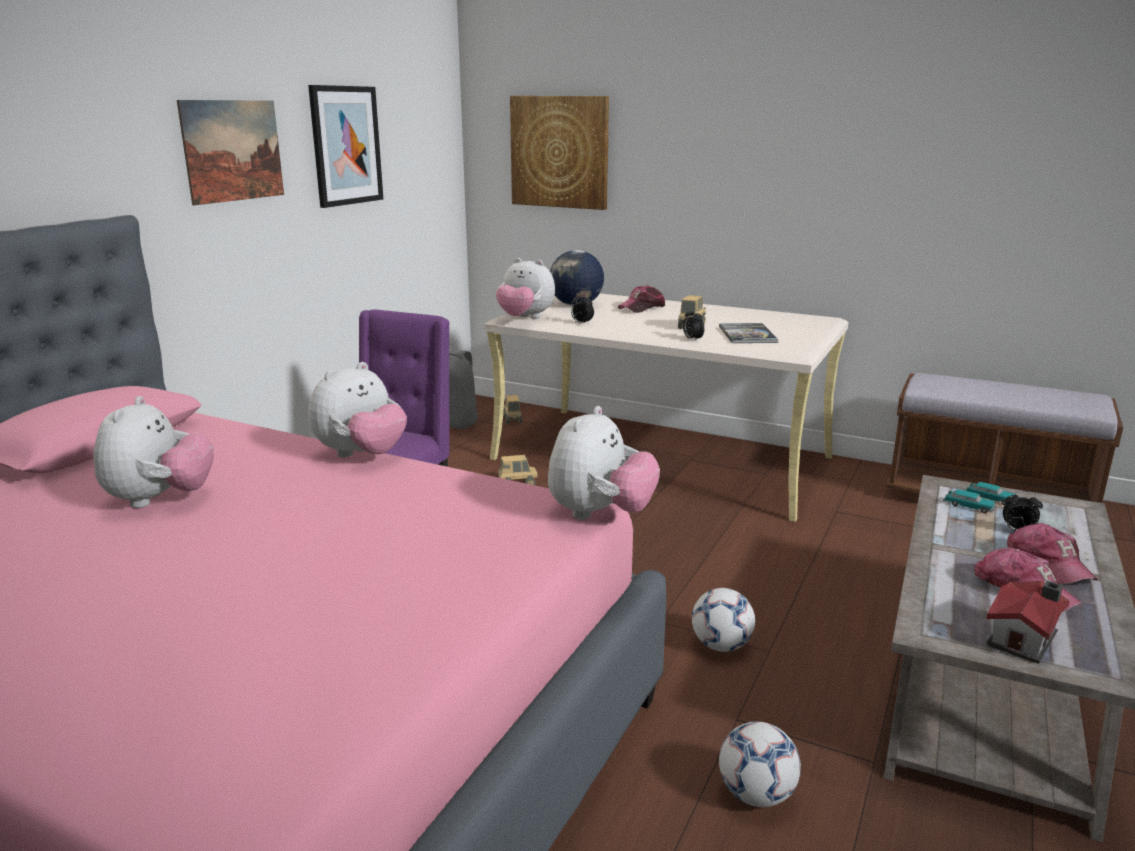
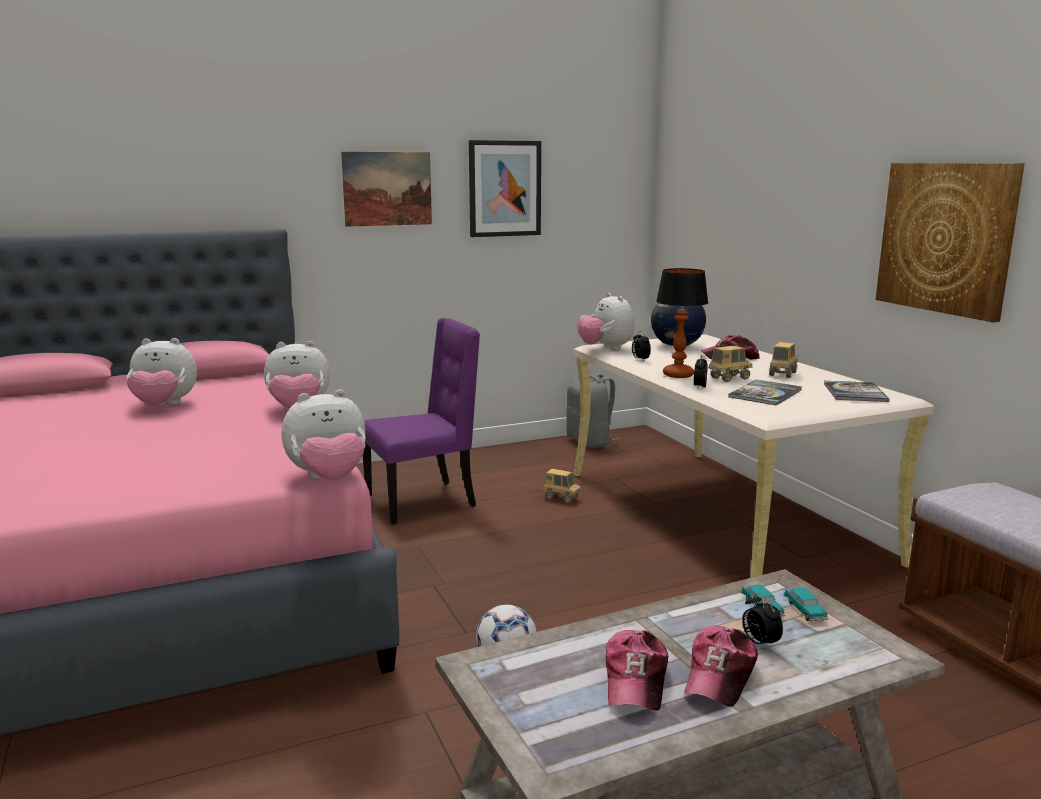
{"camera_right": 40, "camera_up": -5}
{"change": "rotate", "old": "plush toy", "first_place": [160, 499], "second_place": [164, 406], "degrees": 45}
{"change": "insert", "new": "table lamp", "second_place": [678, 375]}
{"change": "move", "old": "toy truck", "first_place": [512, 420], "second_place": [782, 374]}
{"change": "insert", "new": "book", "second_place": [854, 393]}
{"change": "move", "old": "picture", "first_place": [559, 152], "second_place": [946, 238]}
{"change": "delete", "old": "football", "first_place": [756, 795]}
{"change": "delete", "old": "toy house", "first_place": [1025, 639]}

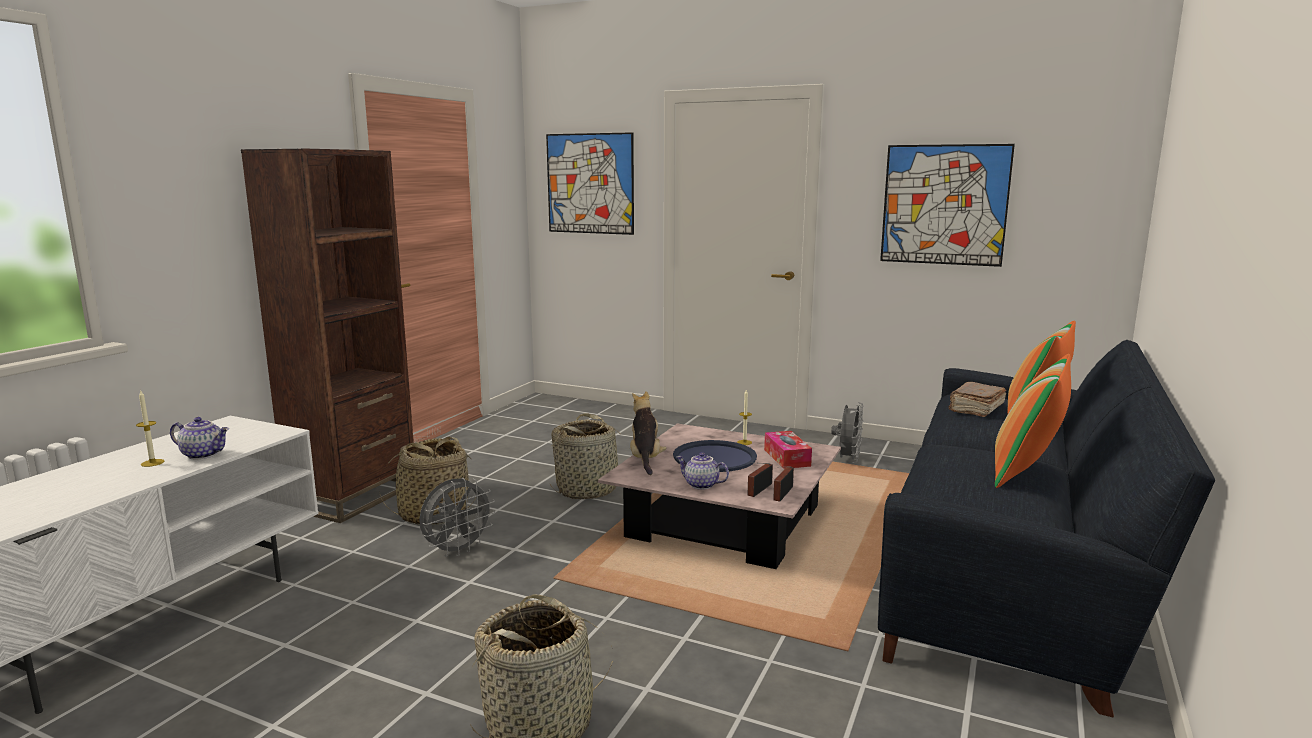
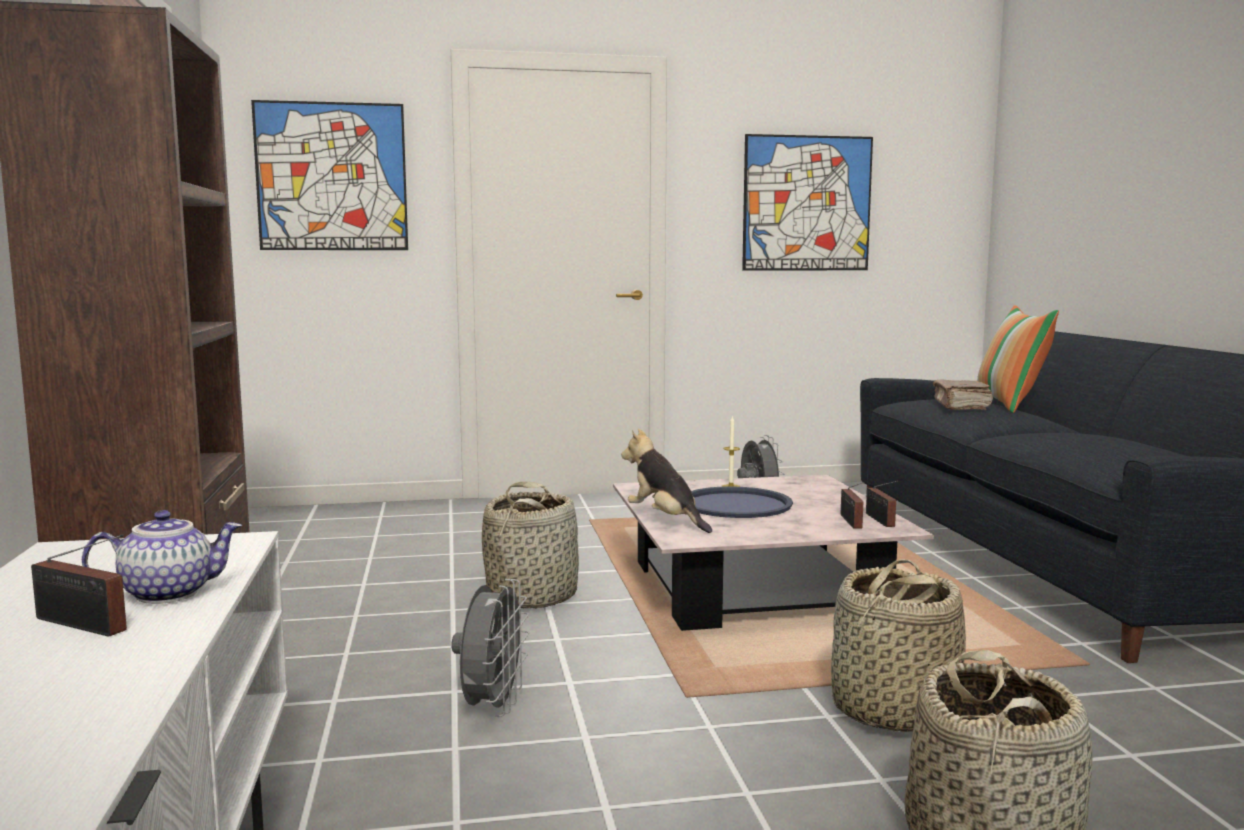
{"camera_right": -35, "camera_up": -5}
{"change": "replace", "old": "candle", "new": "radio", "first_place": [152, 463], "second_place": [84, 626]}
{"change": "move", "old": "basket", "first_place": [433, 515], "second_place": [892, 711]}
{"change": "delete", "old": "teapot", "first_place": [701, 485]}
{"change": "delete", "old": "tissue box", "first_place": [787, 457]}
{"change": "delete", "old": "pillow", "first_place": [1026, 472]}

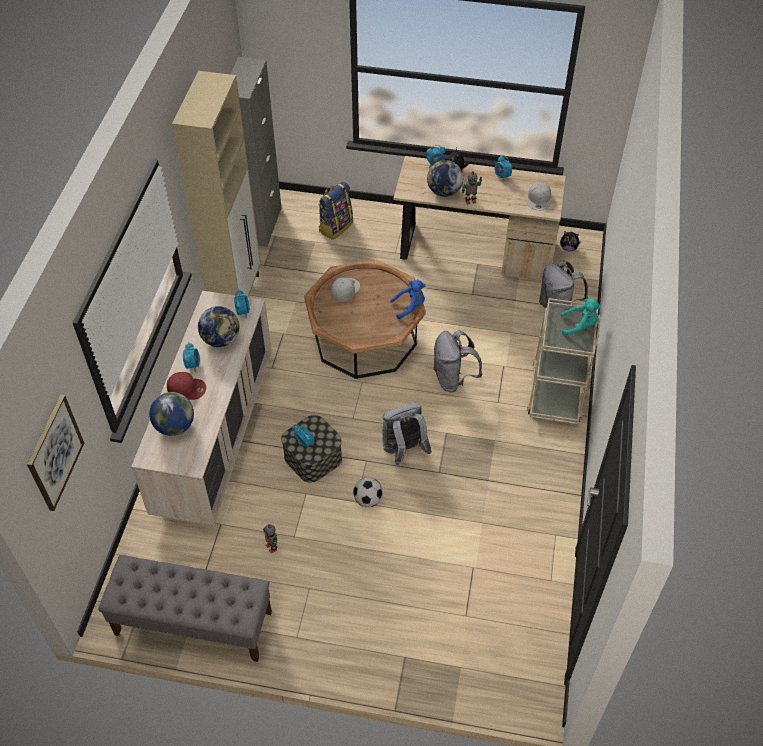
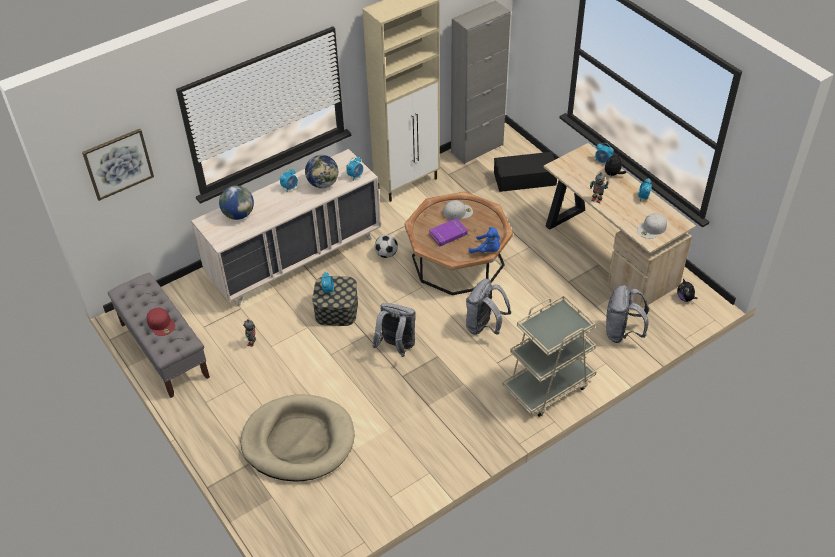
{"camera_right": 45, "camera_up": -5}
{"change": "move", "old": "cap in red", "first_place": [187, 388], "second_place": [161, 324]}
{"change": "insert", "new": "dog bed in beige", "second_place": [298, 440]}
{"change": "move", "old": "football", "first_place": [368, 500], "second_place": [386, 254]}
{"change": "insert", "new": "book in purple", "second_place": [448, 234]}
{"change": "replace", "old": "backpack", "new": "storage box in black", "first_place": [335, 227], "second_place": [525, 178]}
{"change": "delete", "old": "globe", "first_place": [444, 192]}
{"change": "delete", "old": "plush toy in turquoise", "first_place": [579, 326]}

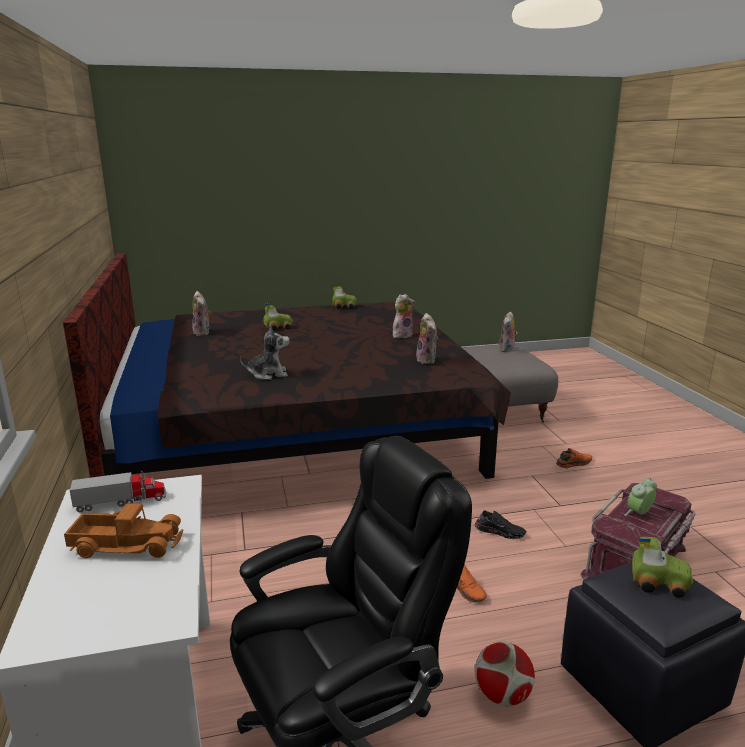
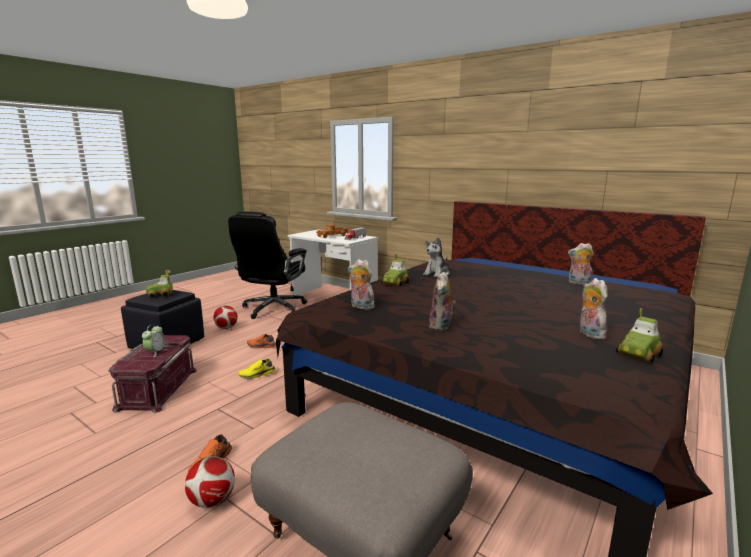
{"camera_right": 140, "camera_up": -5}
{"change": "insert", "new": "football", "second_place": [212, 501]}
{"change": "recolor", "old": "shoe in black", "new": "shoe in yellow", "first_place": [500, 531], "second_place": [257, 375]}
{"change": "move", "old": "toy car", "first_place": [277, 327], "second_place": [395, 283]}
{"change": "move", "old": "plush toy", "first_place": [507, 350], "second_place": [589, 334]}

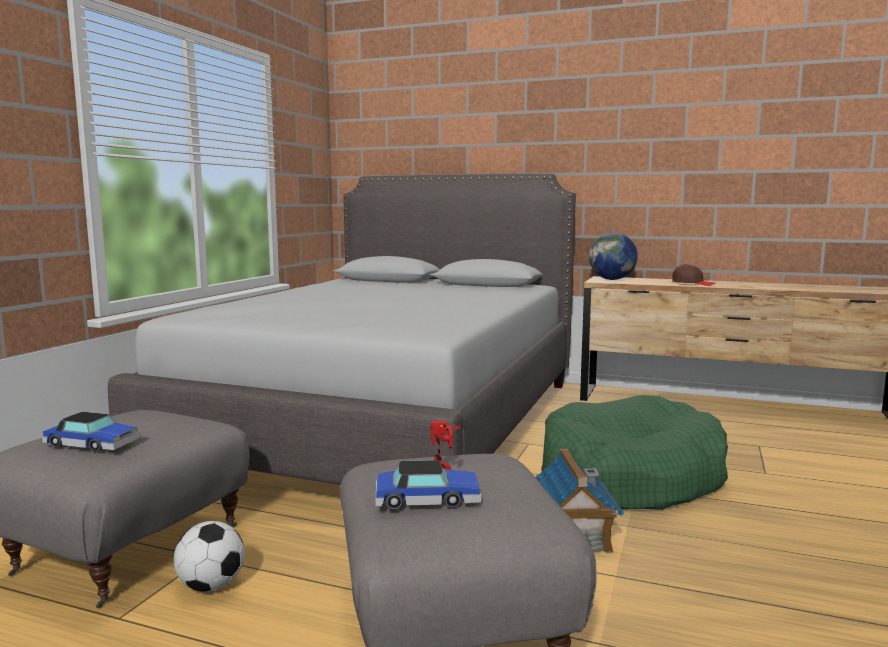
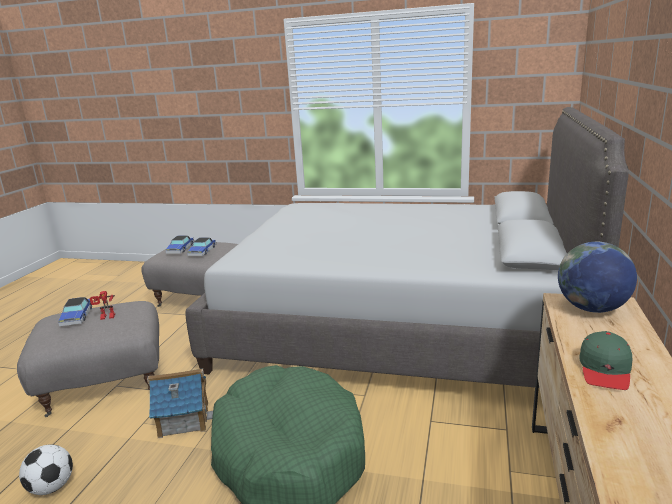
{"camera_right": 85, "camera_up": 10}
{"change": "move", "old": "football", "first_place": [211, 586], "second_place": [52, 487]}
{"change": "insert", "new": "toy car", "second_place": [202, 251]}
{"change": "recolor", "old": "cap in brown", "new": "cap in green", "first_place": [692, 283], "second_place": [605, 369]}

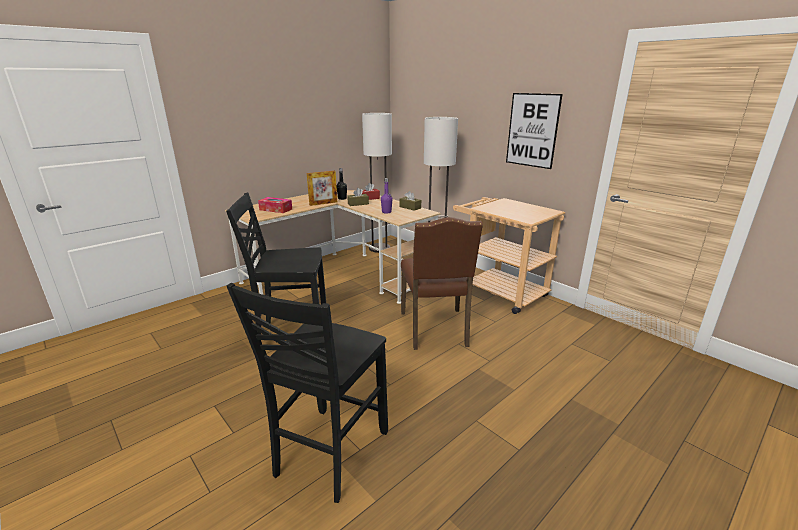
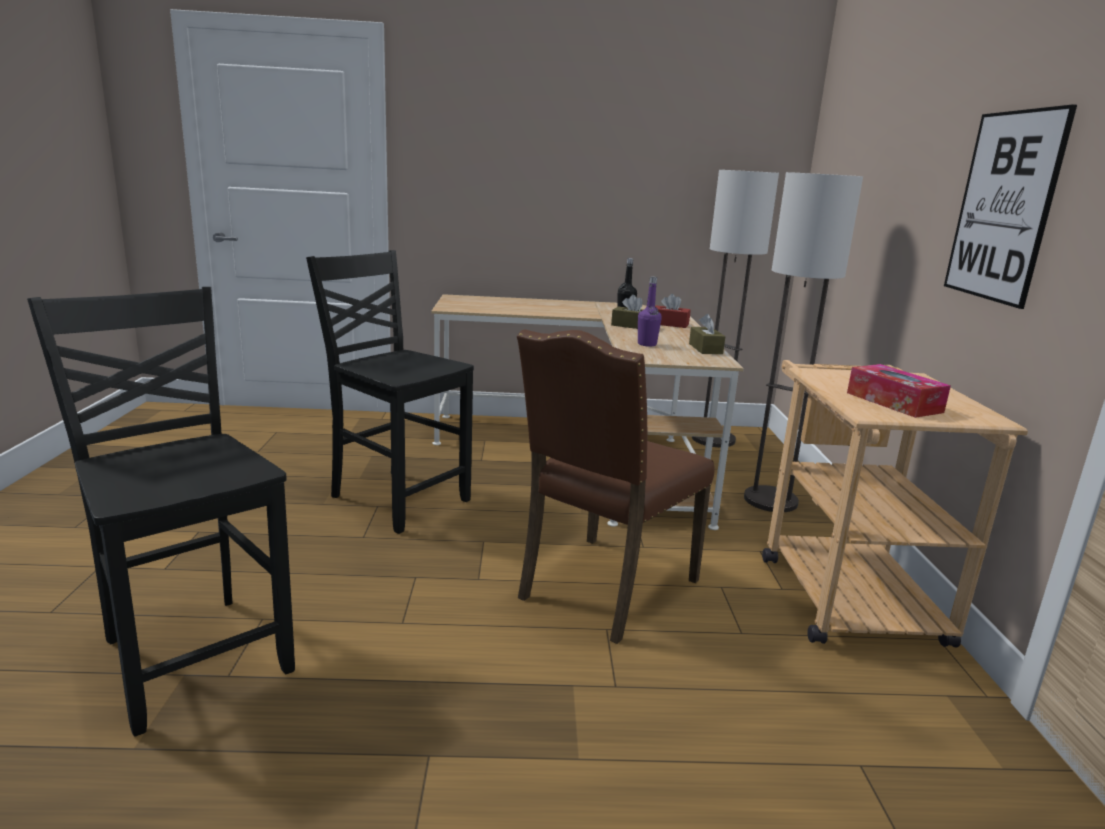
{"camera_right": 40, "camera_up": -5}
{"change": "rotate", "old": "chair in black", "first_place": [329, 453], "second_place": [194, 655], "degrees": 75}
{"change": "move", "old": "tissue box", "first_place": [276, 209], "second_place": [894, 402]}
{"change": "delete", "old": "picture frame", "first_place": [323, 203]}

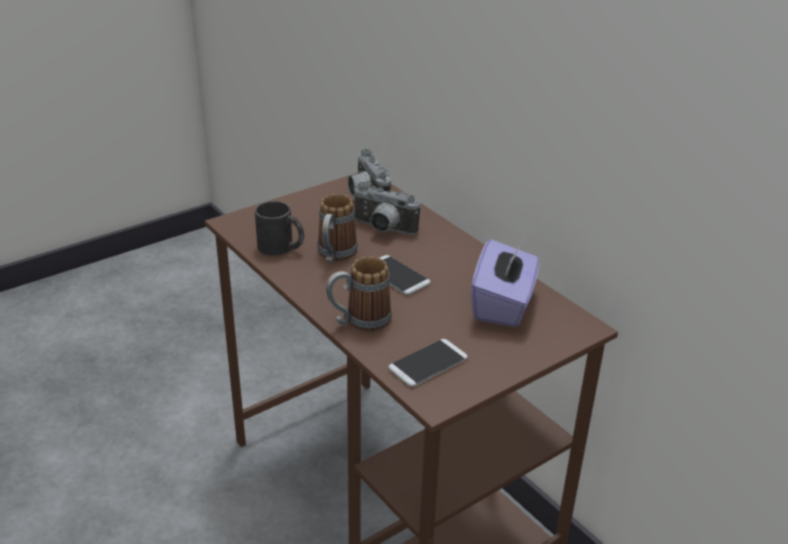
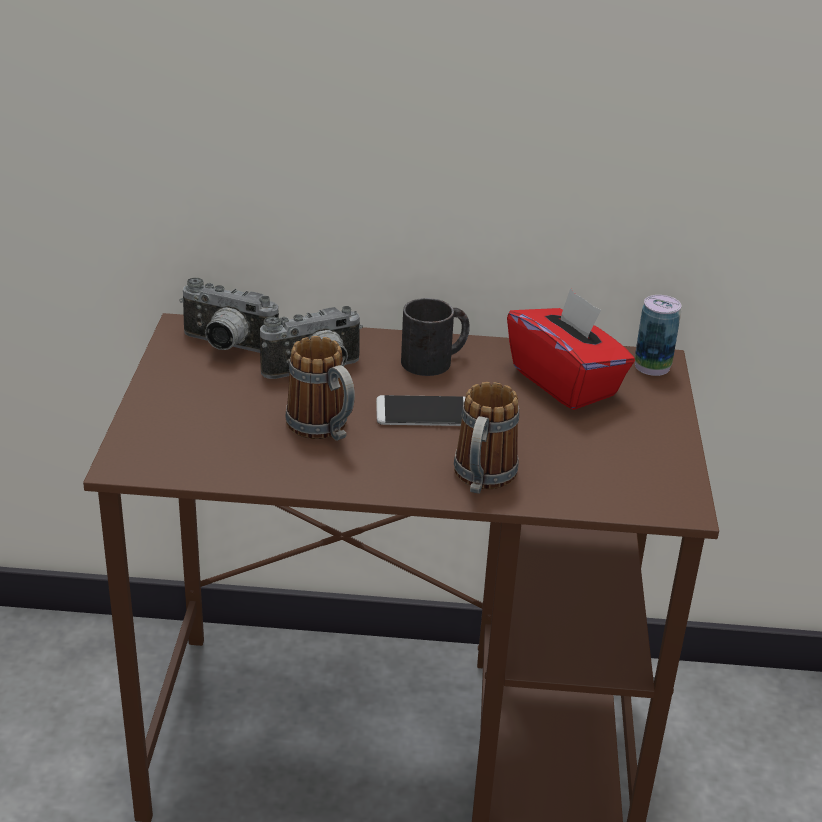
{"camera_right": -50, "camera_up": 0}
{"change": "move", "old": "mug in black", "first_place": [281, 248], "second_place": [435, 360]}
{"change": "recolor", "old": "tissue box in purple", "new": "tissue box in red", "first_place": [503, 305], "second_place": [565, 382]}
{"change": "insert", "new": "can", "second_place": [652, 366]}
{"change": "delete", "old": "phone", "first_place": [428, 363]}

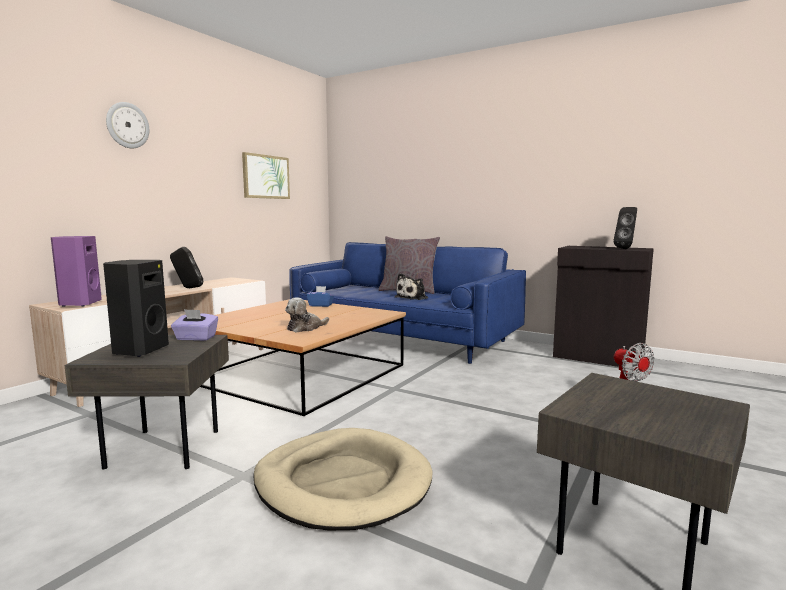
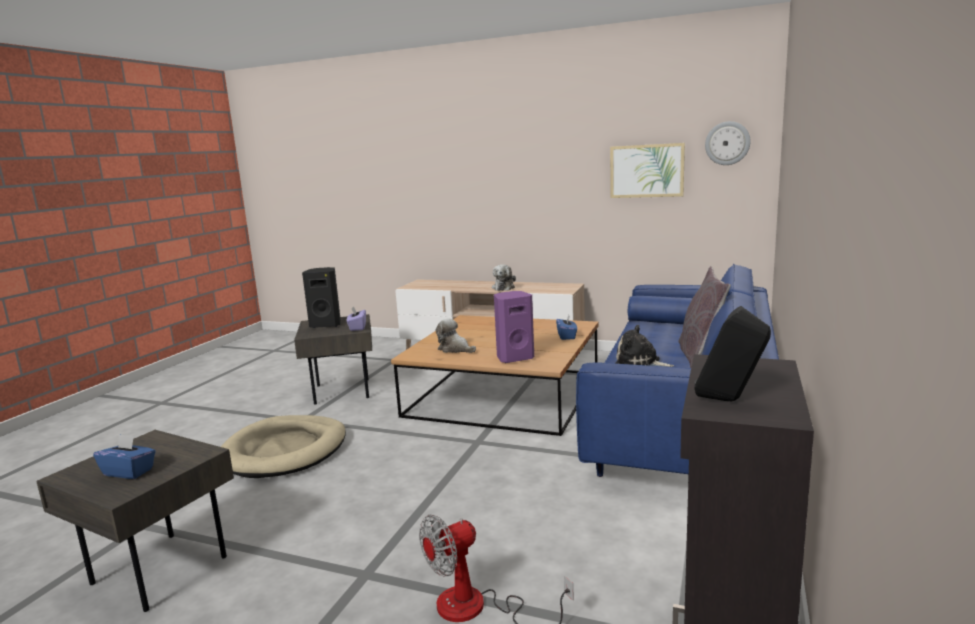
{"camera_right": 80, "camera_up": 5}
{"change": "insert", "new": "tissue box in blue", "second_place": [129, 472]}
{"change": "replace", "old": "speaker in black", "new": "plush toy", "first_place": [188, 288], "second_place": [503, 287]}
{"change": "move", "old": "speaker in purple", "first_place": [79, 304], "second_place": [514, 358]}
{"change": "move", "old": "wall clock", "first_place": [127, 125], "second_place": [727, 143]}

